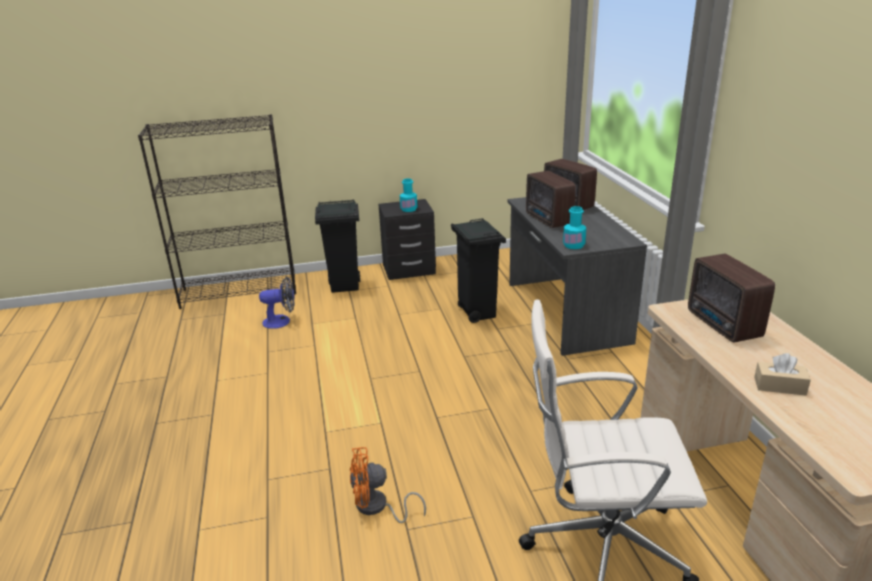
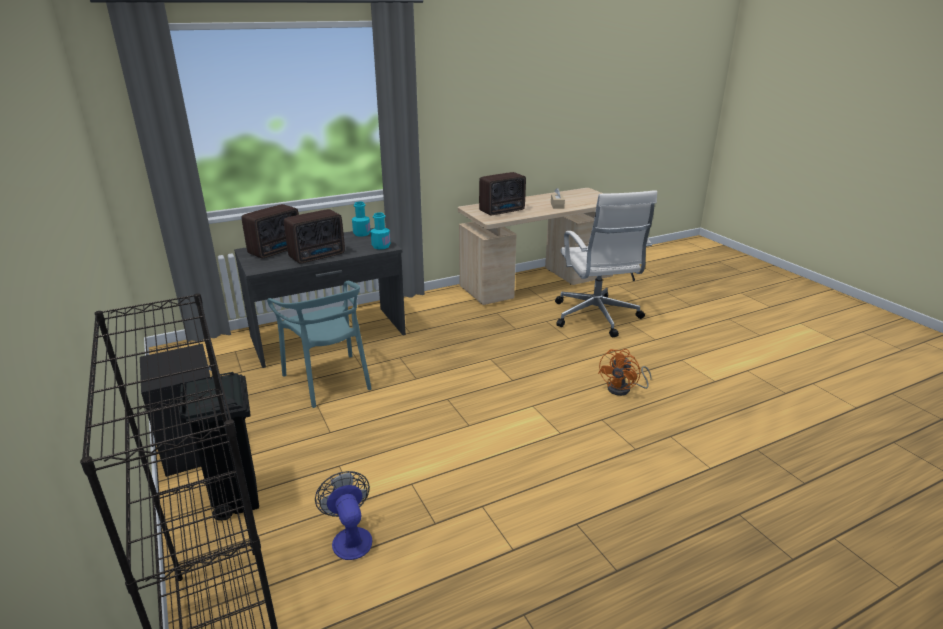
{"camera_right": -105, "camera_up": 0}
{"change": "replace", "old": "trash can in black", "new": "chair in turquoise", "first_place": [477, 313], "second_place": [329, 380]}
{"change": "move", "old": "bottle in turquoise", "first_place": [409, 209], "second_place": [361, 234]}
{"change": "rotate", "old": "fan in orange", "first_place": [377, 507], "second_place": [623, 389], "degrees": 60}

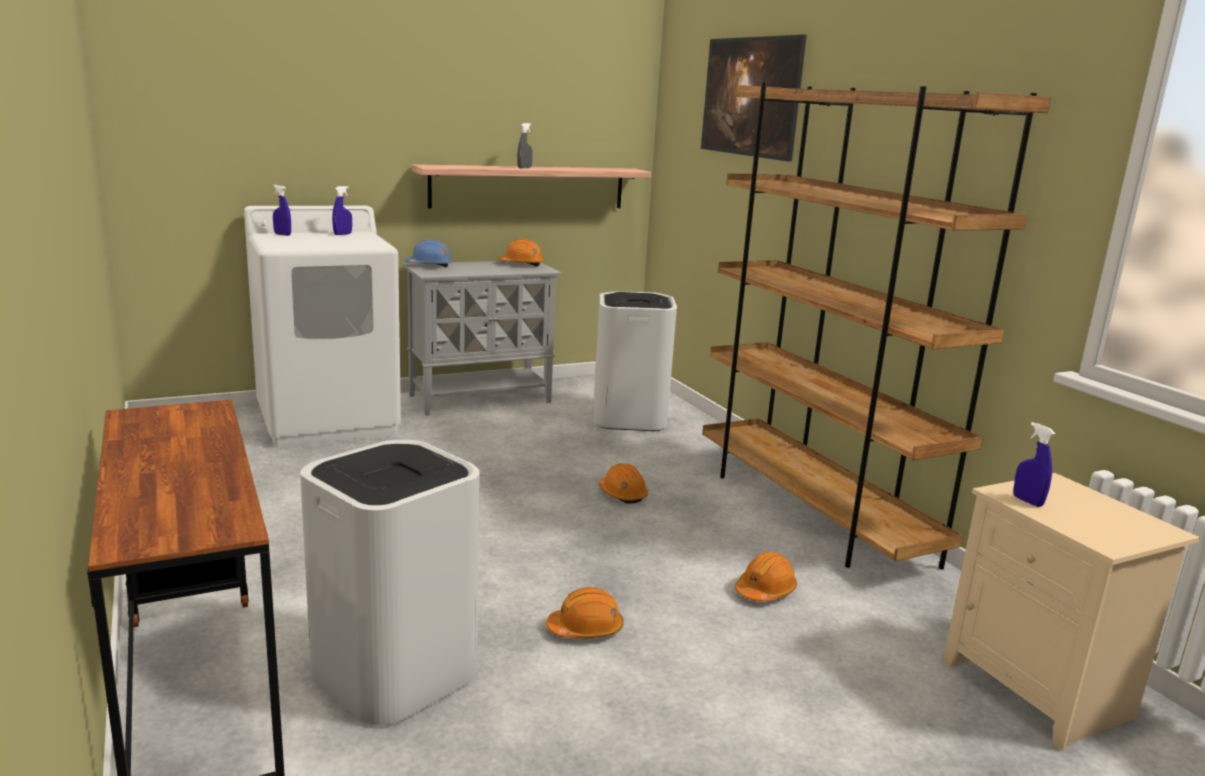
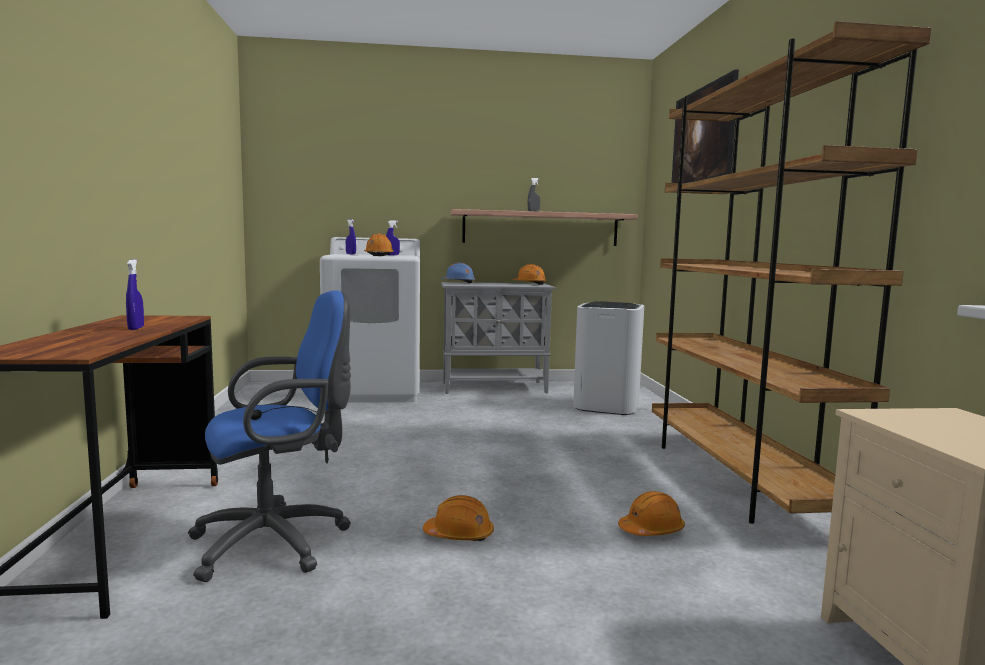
{"camera_right": 20, "camera_up": -10}
{"change": "move", "old": "spray bottle in blue", "first_place": [1027, 501], "second_place": [136, 328]}
{"change": "replace", "old": "trash can in white", "new": "office chair in blue", "first_place": [396, 673], "second_place": [278, 542]}
{"change": "move", "old": "hard hat in orange", "first_place": [622, 494], "second_place": [379, 255]}

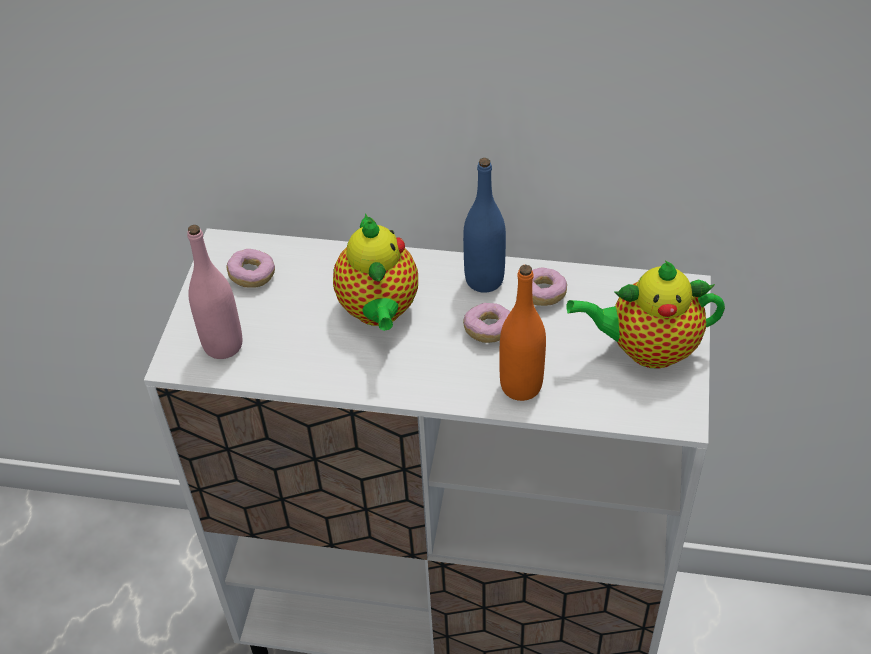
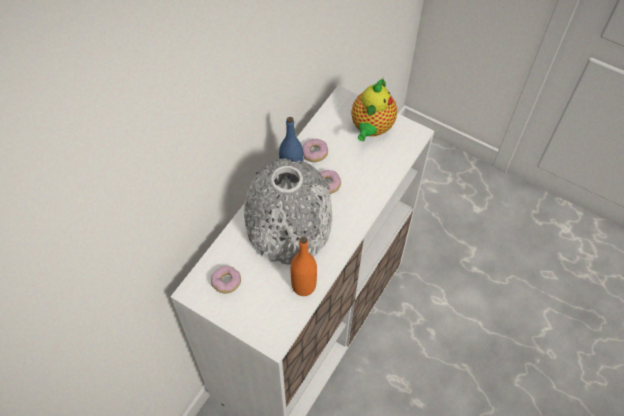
{"camera_right": -70, "camera_up": 10}
{"change": "replace", "old": "teapot", "new": "vase in grey", "first_place": [379, 312], "second_place": [288, 229]}
{"change": "move", "old": "bottle in orange", "first_place": [521, 386], "second_place": [303, 286]}
{"change": "delete", "old": "bottle in pink", "first_place": [223, 345]}

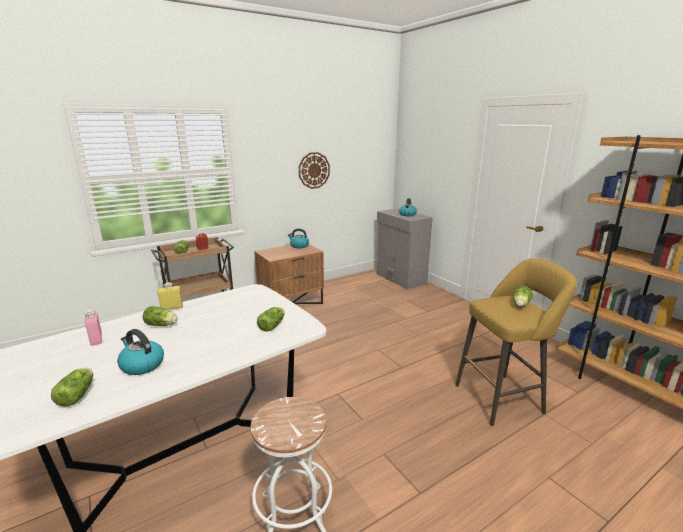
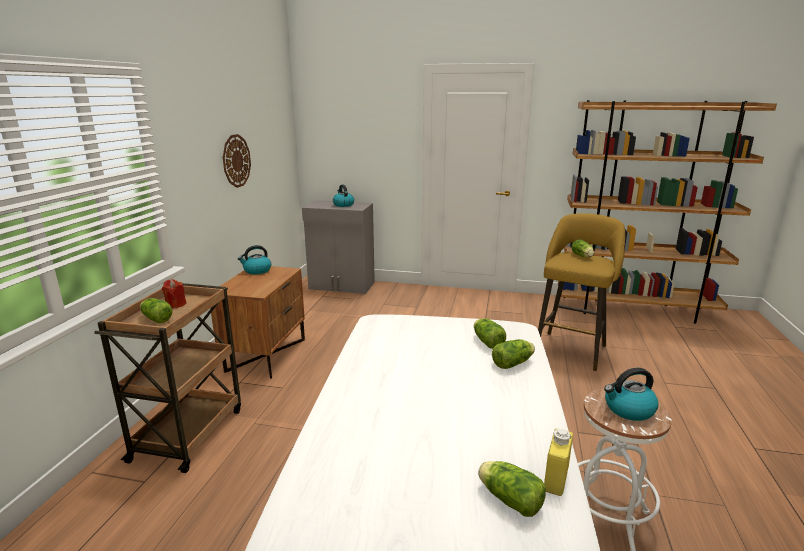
{"camera_right": -45, "camera_up": 0}
{"change": "move", "old": "lettuce", "first_place": [162, 325], "second_place": [514, 363]}
{"change": "move", "old": "bottle in yellow", "first_place": [171, 308], "second_place": [556, 479]}
{"change": "move", "old": "kettle", "first_place": [142, 365], "second_place": [628, 409]}
{"change": "delete", "old": "bottle in pink", "first_place": [96, 339]}

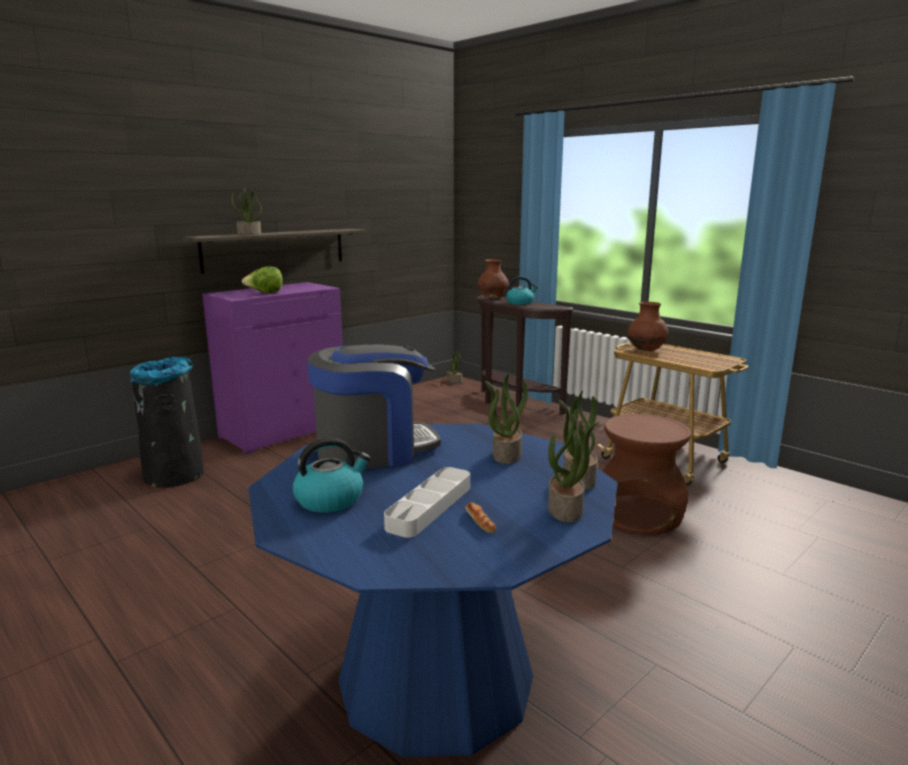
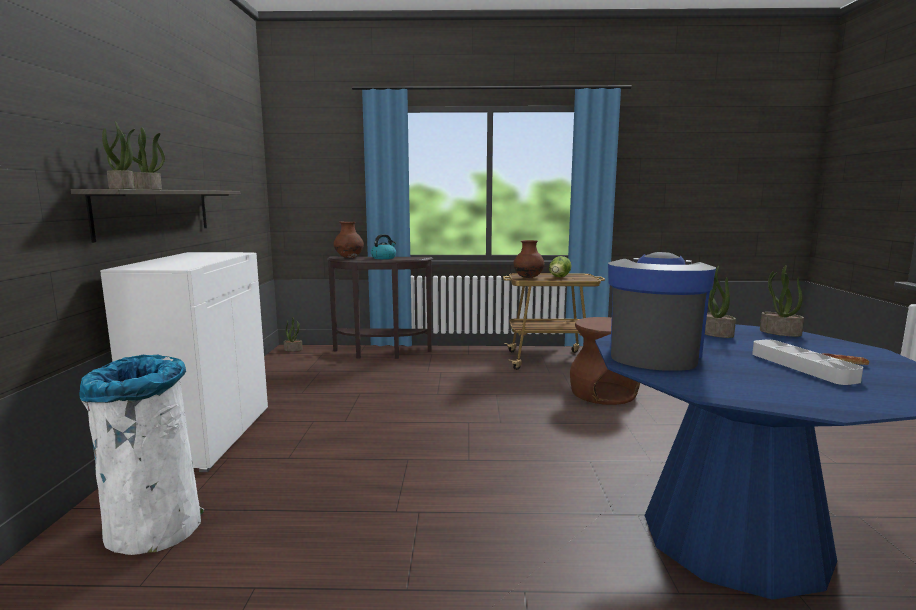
{"camera_right": -45, "camera_up": -5}
{"change": "recolor", "old": "trash can in black", "new": "trash can in white", "first_place": [174, 474], "second_place": [153, 527]}
{"change": "recolor", "old": "cabinet in purple", "new": "cabinet in white", "first_place": [284, 431], "second_place": [205, 436]}
{"change": "move", "old": "potted plant", "first_place": [566, 509], "second_place": [122, 189]}
{"change": "move", "old": "lettuce", "first_place": [265, 293], "second_place": [559, 277]}
{"change": "delete", "old": "kettle", "first_place": [330, 499]}

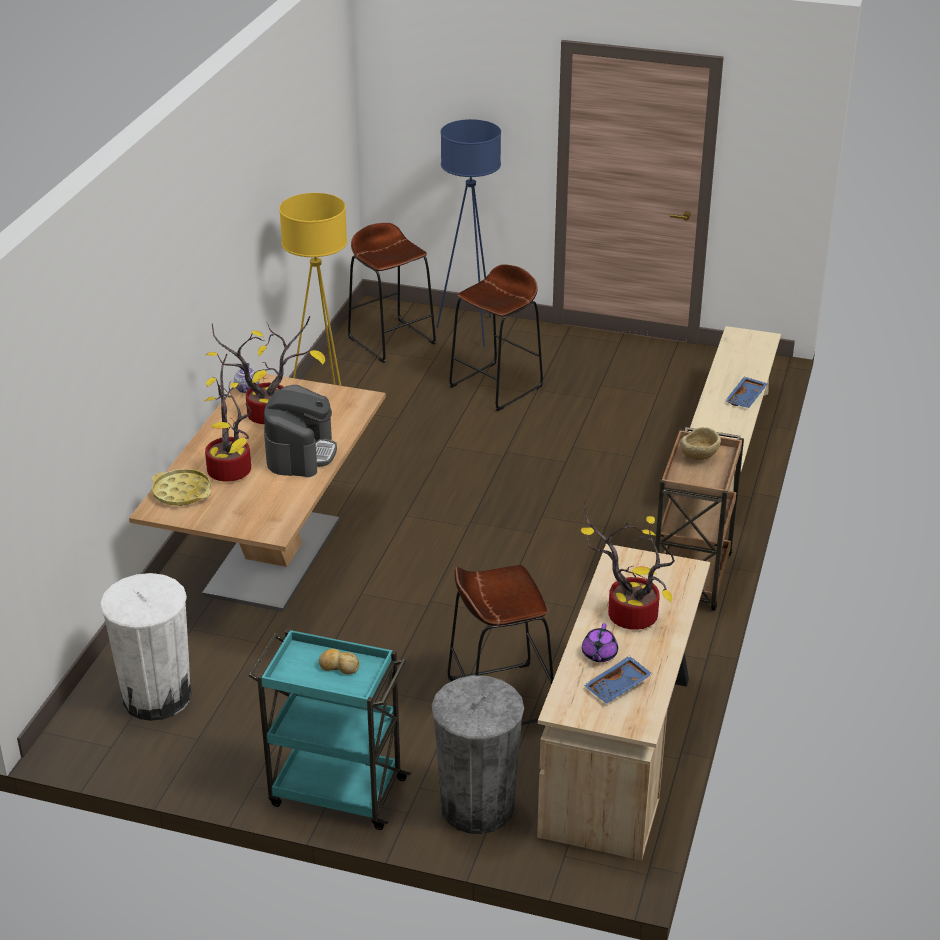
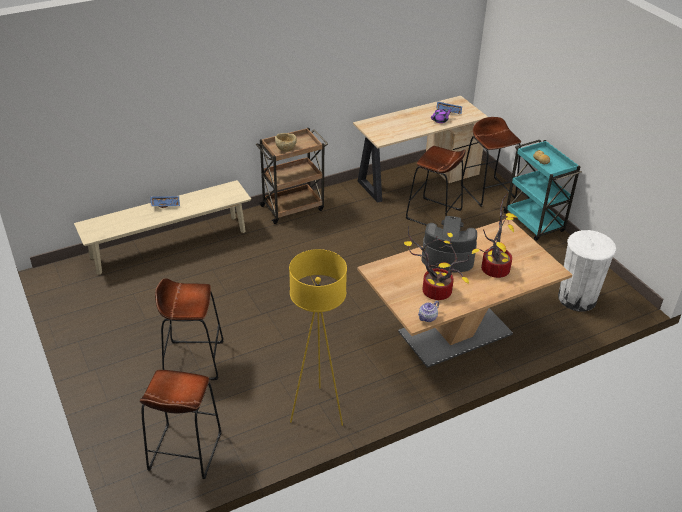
{"camera_right": -135, "camera_up": 5}
{"change": "rotate", "old": "coffee machine", "first_place": [300, 453], "second_place": [447, 258], "degrees": 45}
{"change": "replace", "old": "trash can in grey", "new": "stool in brown", "first_place": [477, 806], "second_place": [488, 191]}
{"change": "delete", "old": "tray in yellow", "first_place": [182, 492]}
{"change": "delete", "old": "floor lamp in blue", "first_place": [470, 331]}
{"change": "delete", "old": "potted plant", "first_place": [627, 616]}

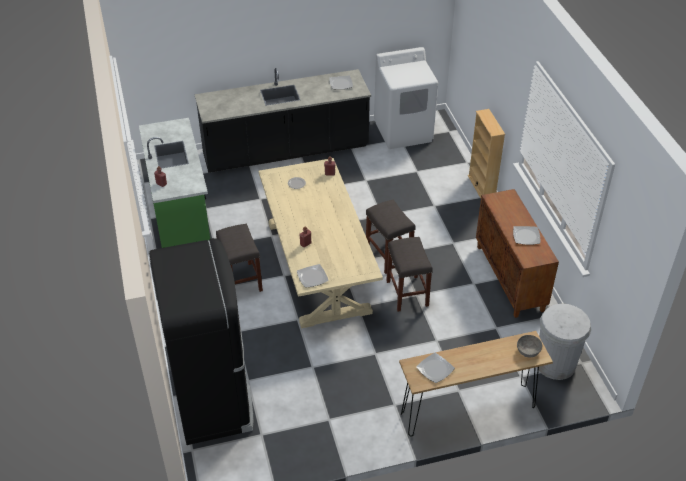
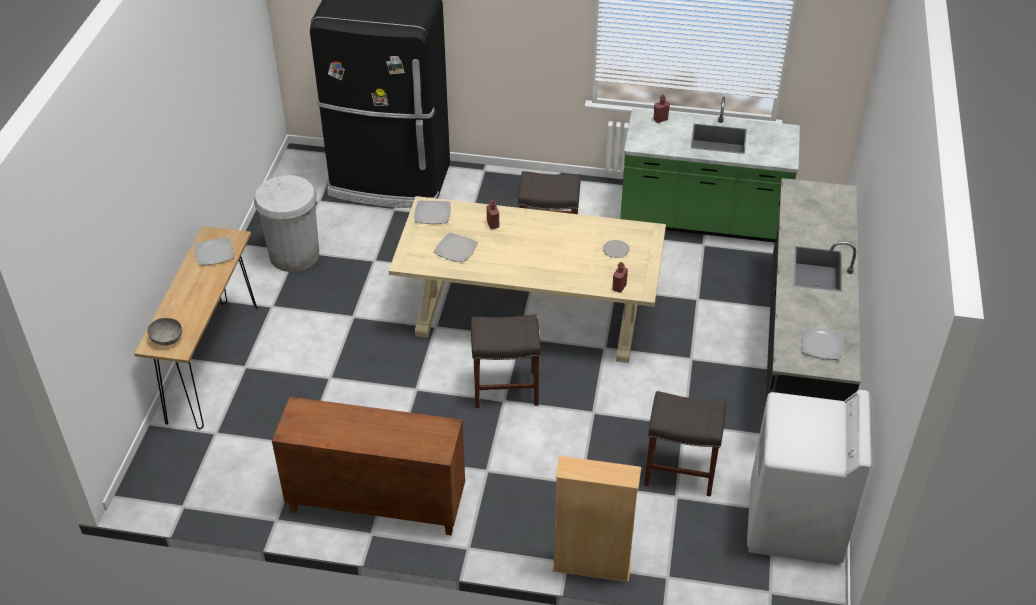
{"camera_right": 115, "camera_up": 0}
{"change": "move", "old": "trash can in white", "first_place": [555, 363], "second_place": [294, 255]}
{"change": "move", "old": "plate", "first_place": [526, 236], "second_place": [455, 249]}
{"change": "move", "old": "stool in grey", "first_place": [407, 294], "second_place": [679, 471]}

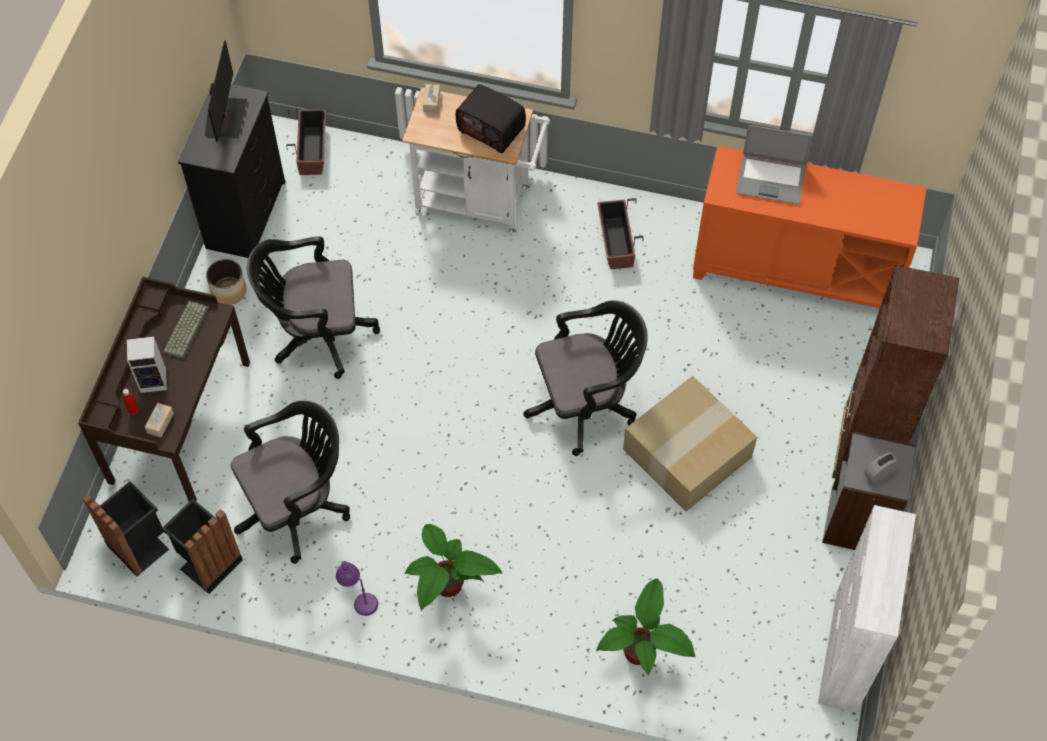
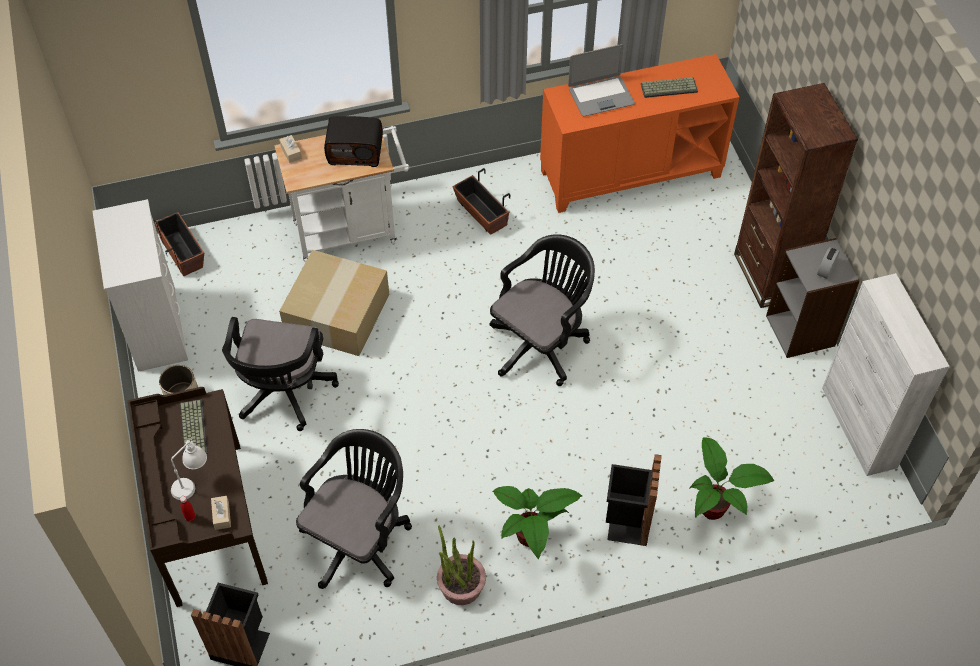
{"camera_right": -30, "camera_up": -5}
{"change": "recolor", "old": "dresser in black", "new": "dresser in white", "first_place": [247, 214], "second_place": [157, 327]}
{"change": "replace", "old": "speaker", "new": "table lamp in white", "first_place": [154, 380], "second_place": [192, 483]}
{"change": "rotate", "old": "office chair in black", "first_place": [317, 334], "second_place": [283, 394], "degrees": -45}
{"change": "move", "old": "cardboard box", "first_place": [687, 455], "second_place": [338, 315]}
{"change": "replace", "old": "table lamp in purple", "new": "potted plant", "first_place": [358, 597], "second_place": [461, 586]}
{"change": "move", "old": "trash can in black", "first_place": [209, 563], "second_place": [626, 522]}
{"change": "insert", "new": "keyboard", "second_place": [669, 87]}
{"change": "delete", "old": "monitor", "first_place": [225, 118]}

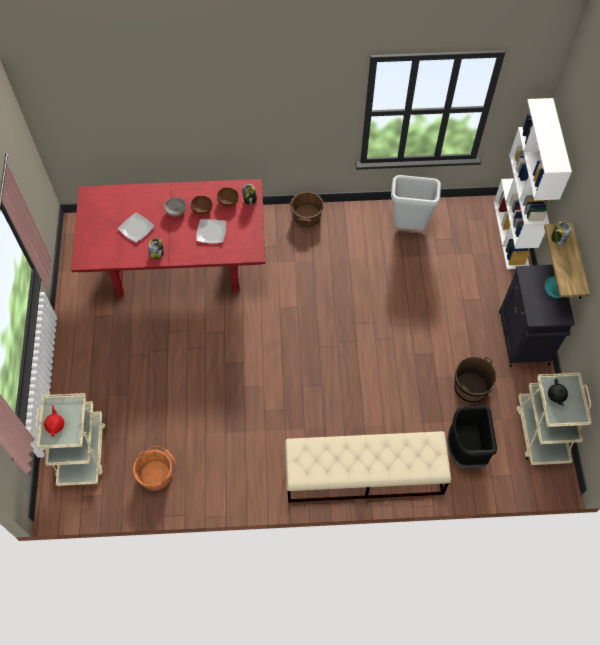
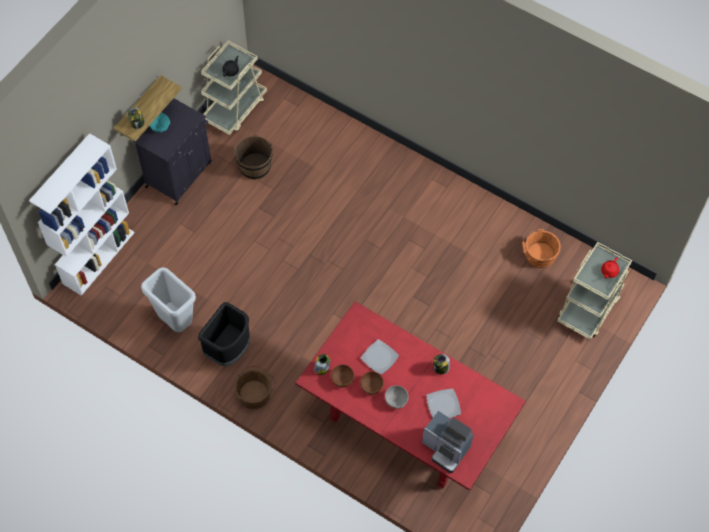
{"camera_right": -145, "camera_up": 0}
{"change": "move", "old": "trash can in black", "first_place": [465, 449], "second_place": [229, 349]}
{"change": "insert", "new": "coffee machine", "second_place": [446, 449]}
{"change": "delete", "old": "bench in beige", "first_place": [363, 475]}

